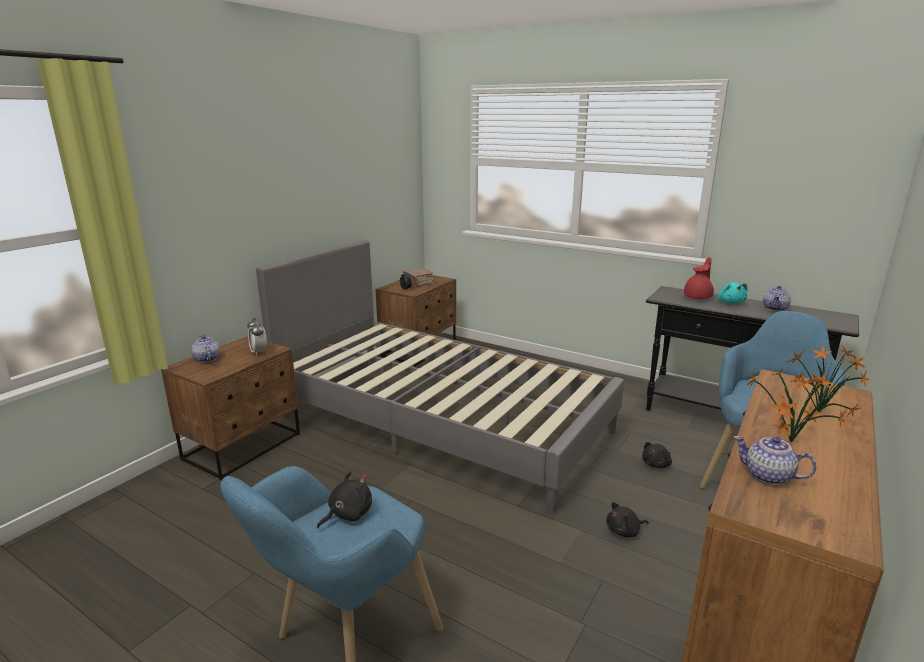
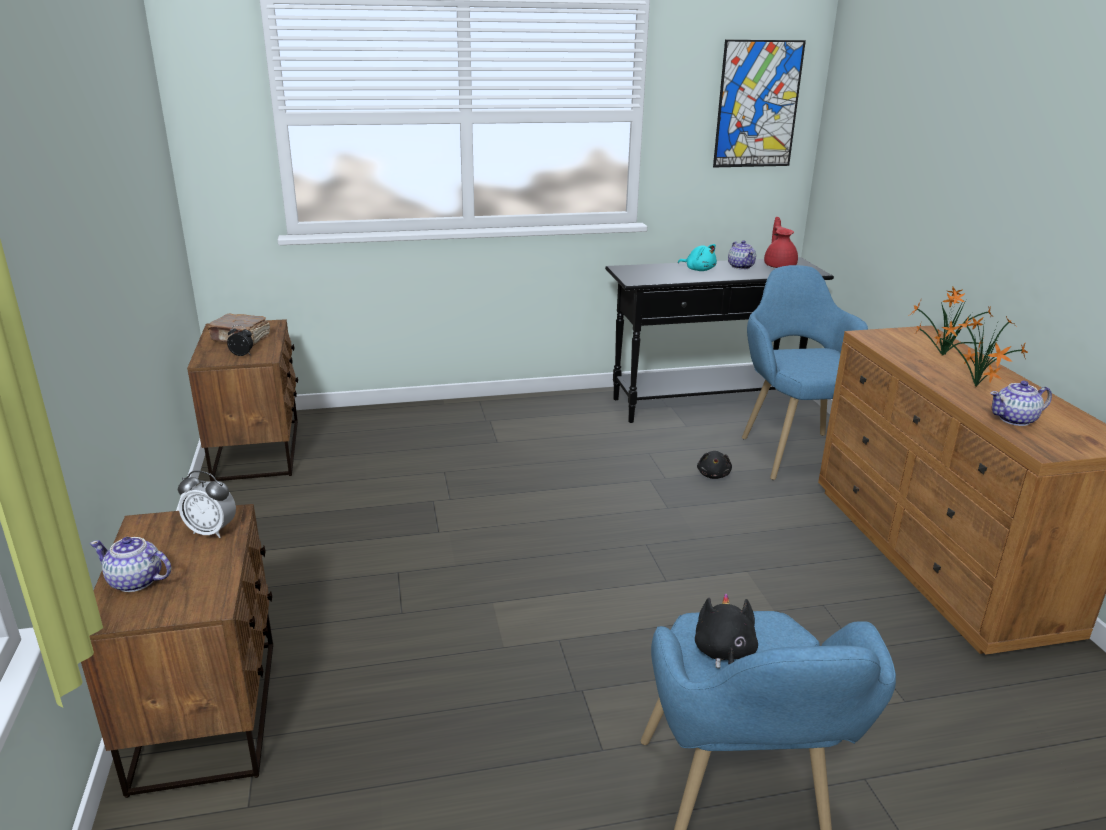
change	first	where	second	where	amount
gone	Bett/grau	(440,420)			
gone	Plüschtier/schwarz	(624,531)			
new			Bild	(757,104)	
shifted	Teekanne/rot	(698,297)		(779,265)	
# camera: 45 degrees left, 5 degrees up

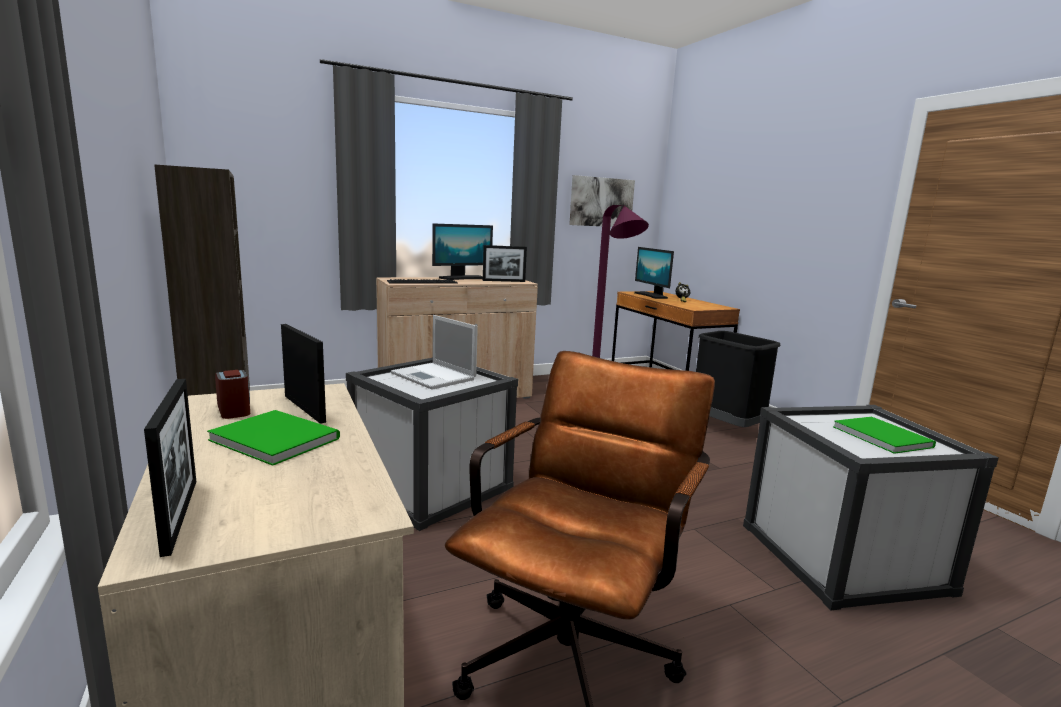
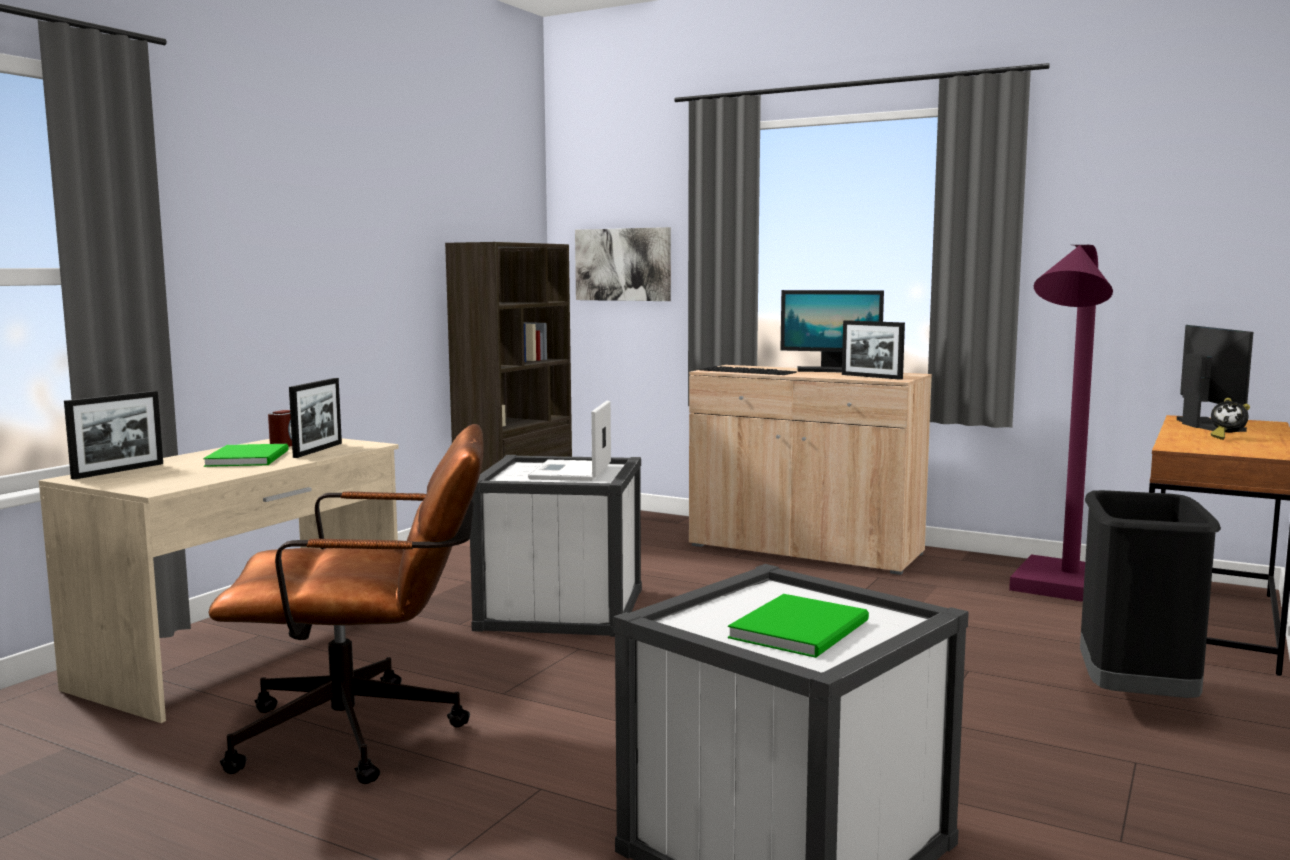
change	first	where	second	where	amount
shifted	Bild	(601,202)		(623,264)	
rotated	Monitor	(651,295)		(1206,425)	150 degrees clockwise
# camera: 55 degrees right, 5 degrees down

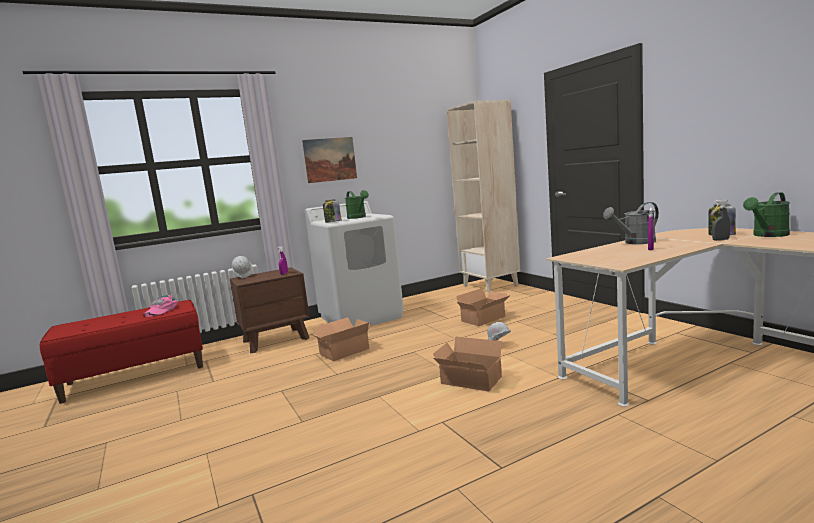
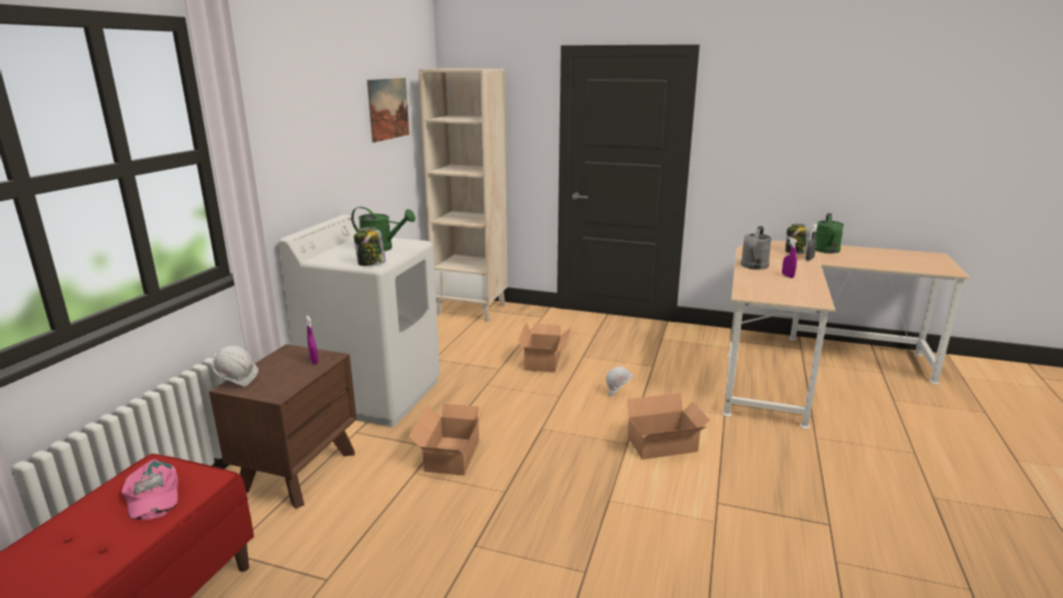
change	first	where	second	where	amount
shifted	Bild	(330,159)		(388,109)	
# camera: 45 degrees left, 10 degrees up

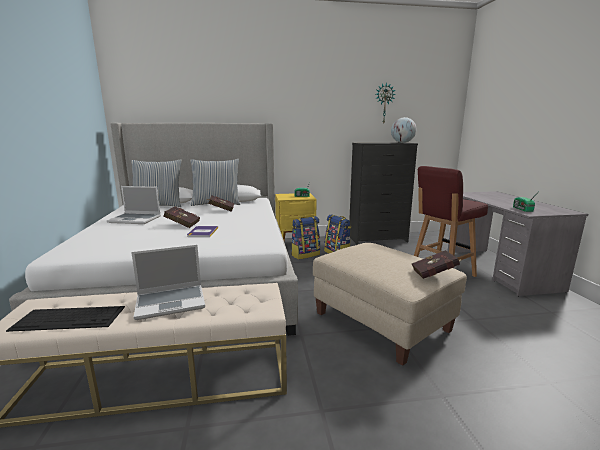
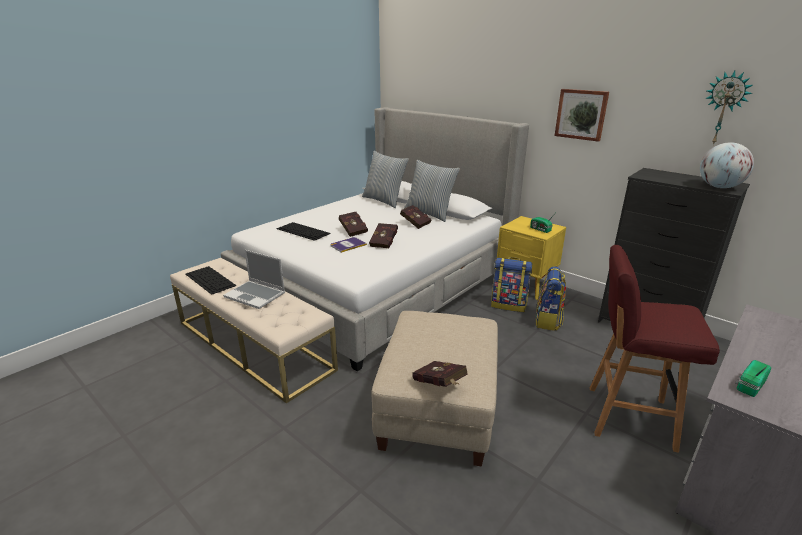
change	first	where	second	where	amount
gone	Laptop	(136,219)			
new			Tastatur	(303,231)	
new			Buch/rot	(384,243)	
new			Bild	(581,114)	
# camera: 50 degrees right, 10 degrees up

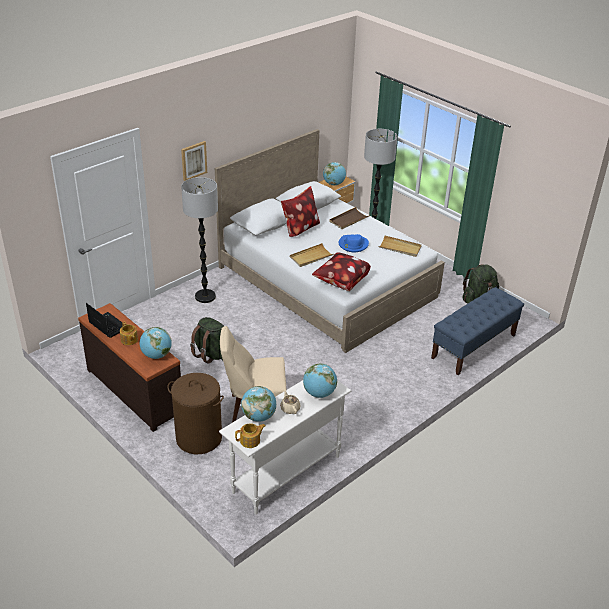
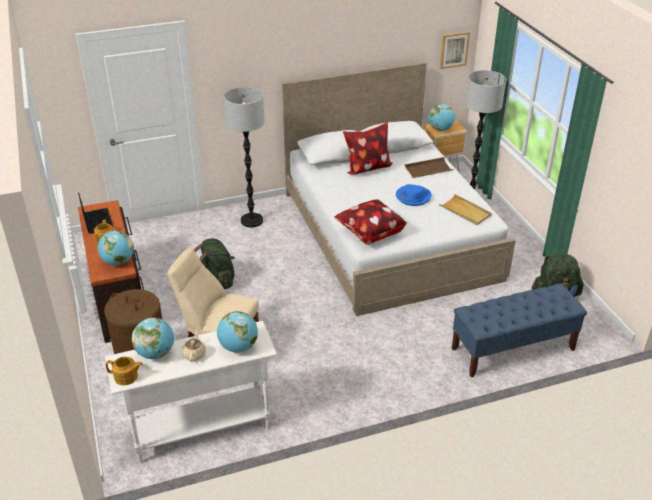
change	first	where	second	where	amount
gone	Tablett/beige	(311,257)			
shifted	Bild	(193,160)		(454,49)	
# camera: 25 degrees right, 0 degrees up

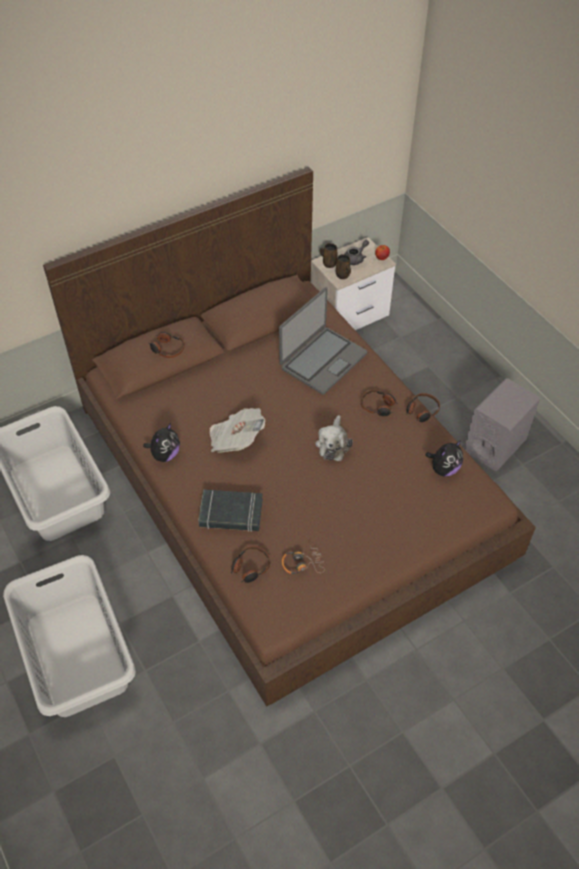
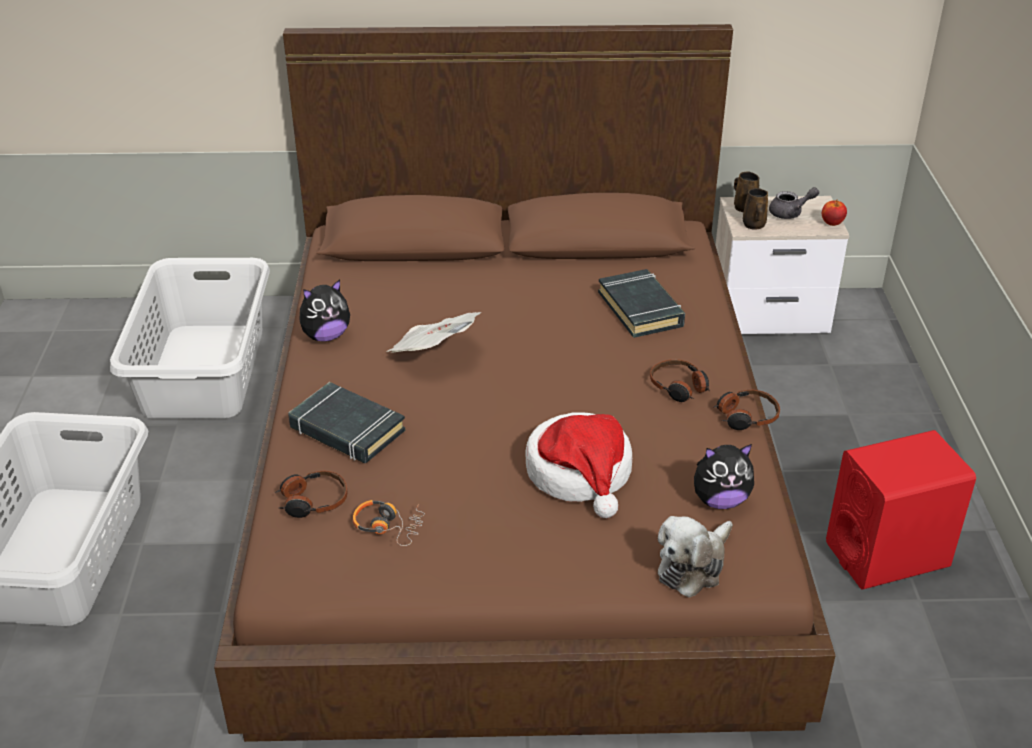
change	first	where	second	where	amount
gone	Kopfhörer	(167,349)			
new			Hut	(580,473)	
shifted	Plüschtier	(333,444)		(693,566)	
swapped	Laptop	(322,360)	Buch/schwarz	(641,309)	
repainted	Lautsprecher/grau	(495,445)	Lautsprecher/rot	(887,554)	
# camera: 30 degrees right, 15 degrees down

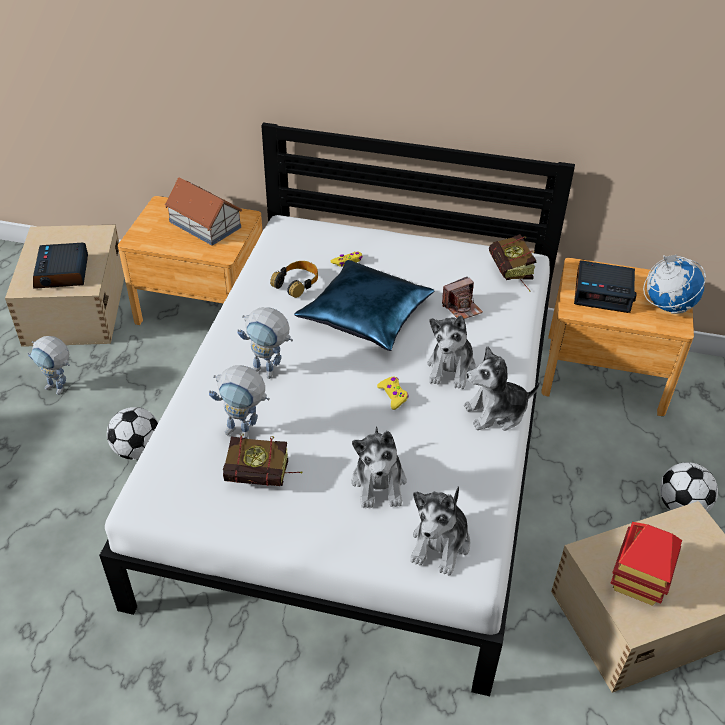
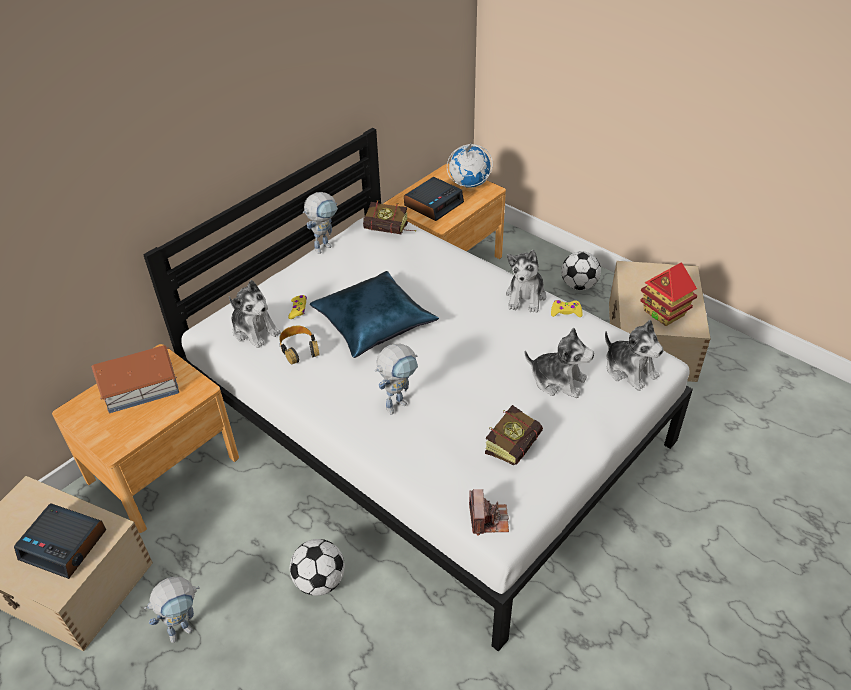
change	first	where	second	where	amount
shifted	Spielzeugroboter	(245,432)		(325,245)	
shifted	Gamepad/gelb	(393,395)		(565,312)	
shifted	Plüschtier	(451,368)		(255,330)	
shifted	Kamera	(462,308)		(488,519)	
# camera: 60 degrees left, 0 degrees up

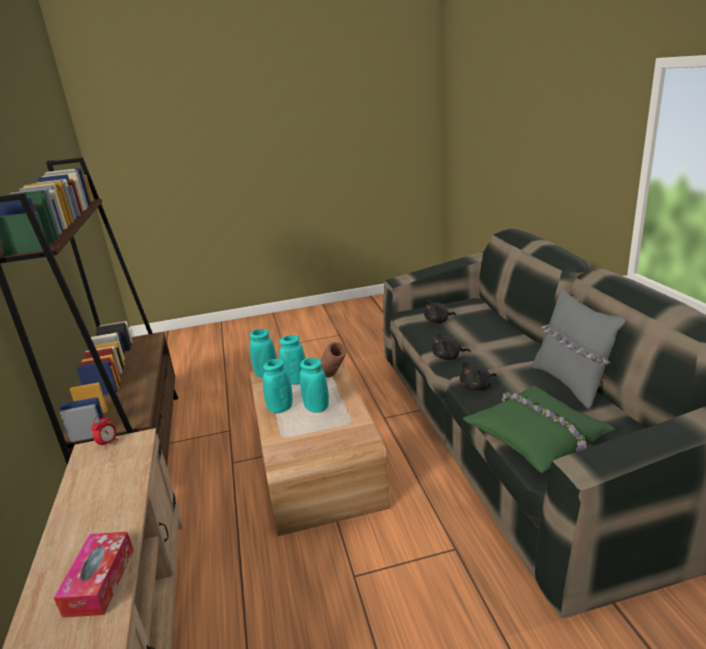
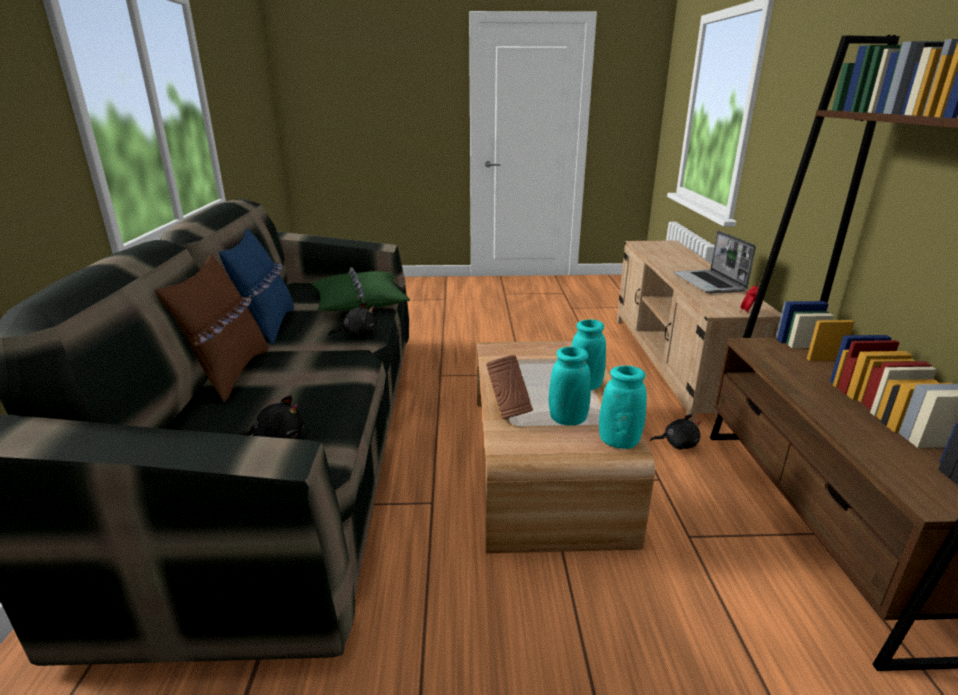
change	first	where	second	where	amount
gone	Taschentuchbox	(100,581)			
gone	Vase/türkis	(316,408)			
new			Kissen/braun	(229,373)	
new			Laptop	(709,283)	
shifted	Plüschtier/schwarz	(448,357)		(677,444)	
repainted	Kissen/grau	(571,383)	Kissen/blau	(268,326)	
# camera: 170 degrees left, 0 degrees up

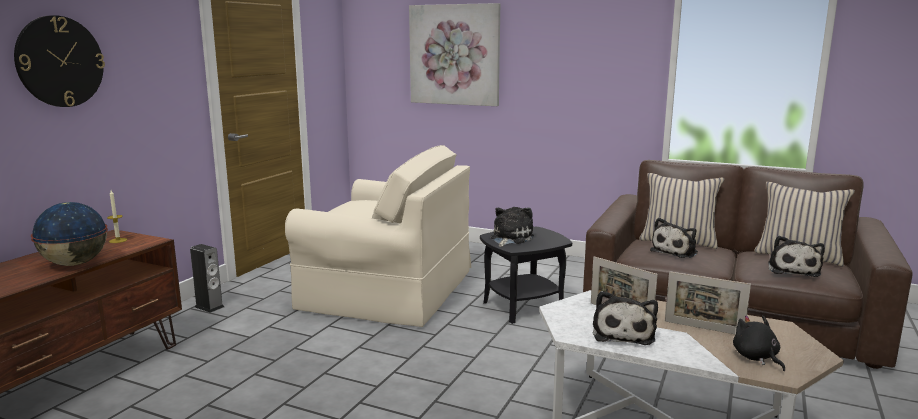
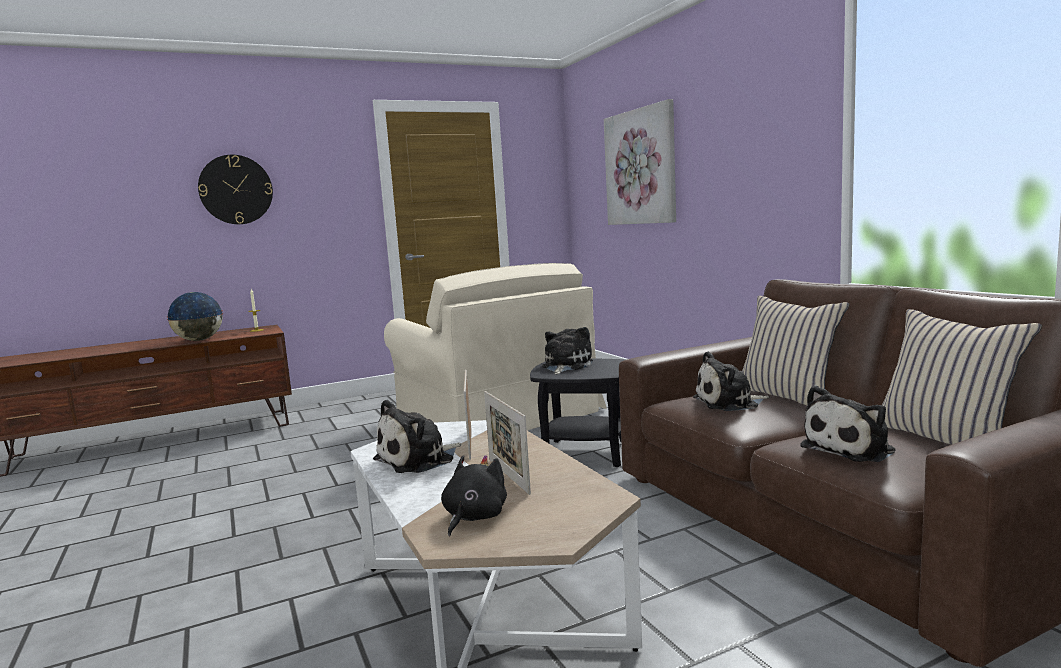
change	first	where	second	where	amount
gone	Lautsprecher	(209,307)			
rotated	Plüschtier	(510,238)		(565,366)	45 degrees counterclockwise
# camera: 40 degrees right, 5 degrees down

